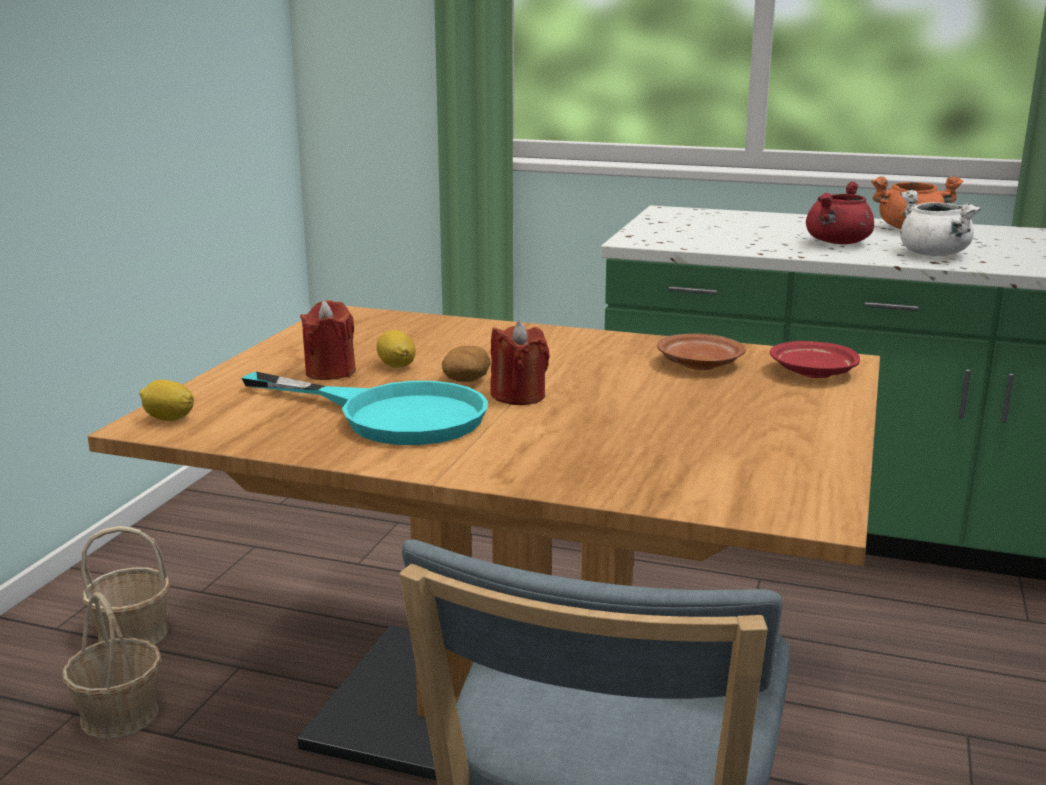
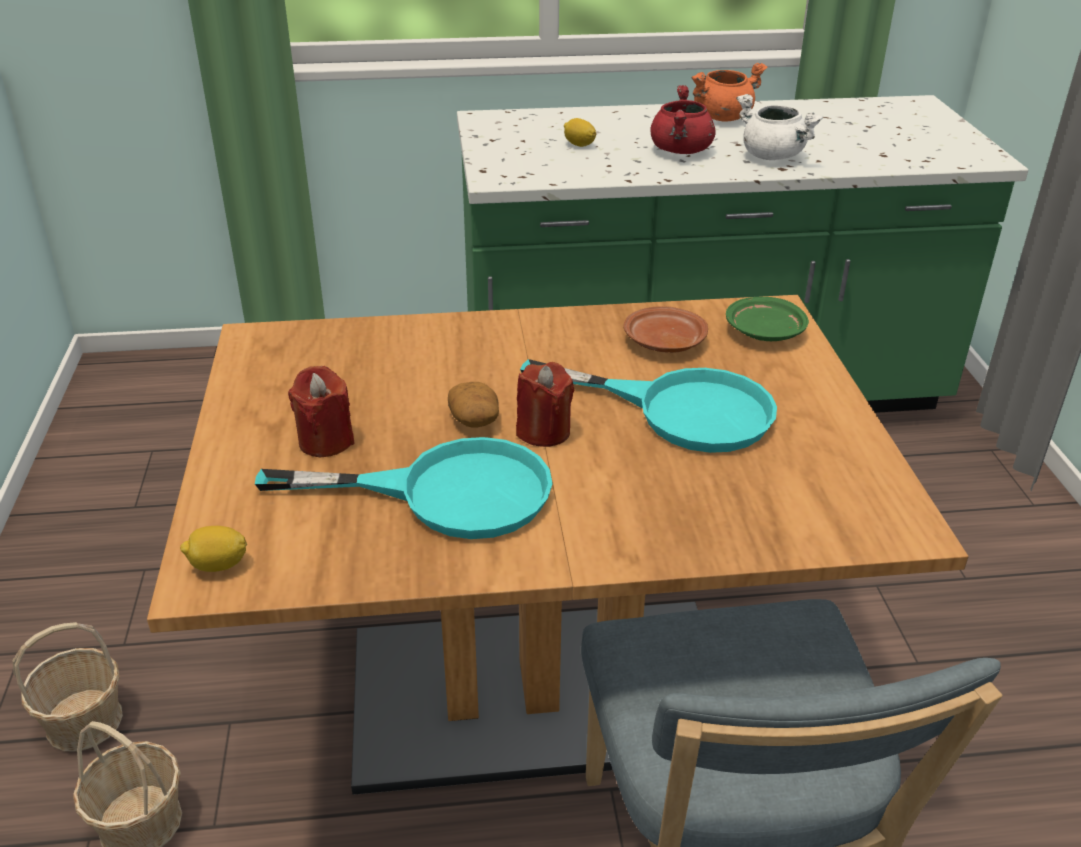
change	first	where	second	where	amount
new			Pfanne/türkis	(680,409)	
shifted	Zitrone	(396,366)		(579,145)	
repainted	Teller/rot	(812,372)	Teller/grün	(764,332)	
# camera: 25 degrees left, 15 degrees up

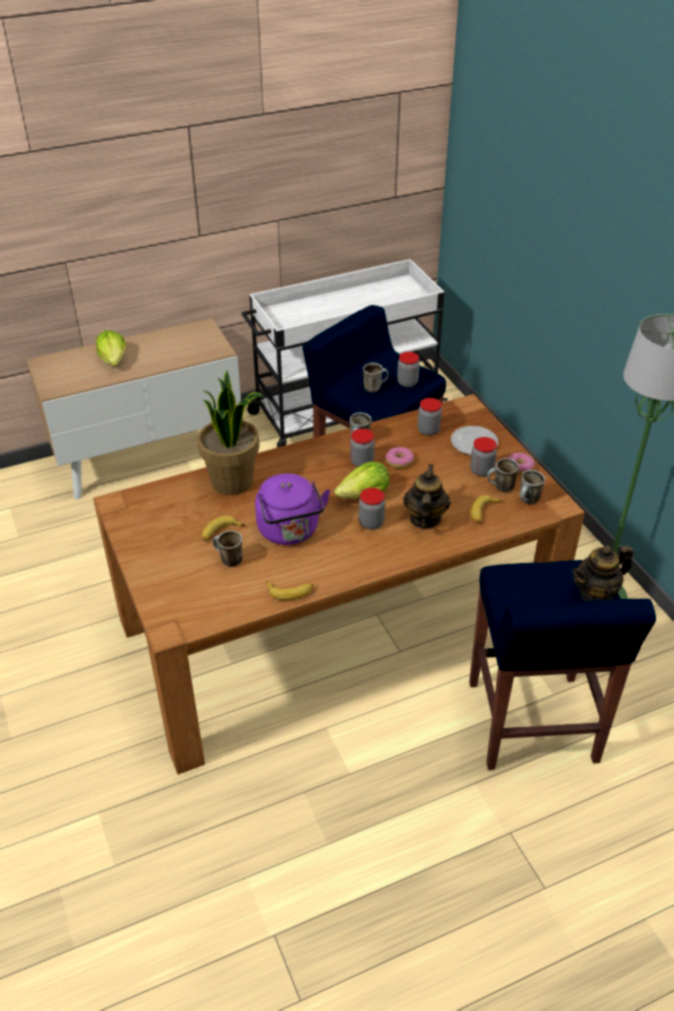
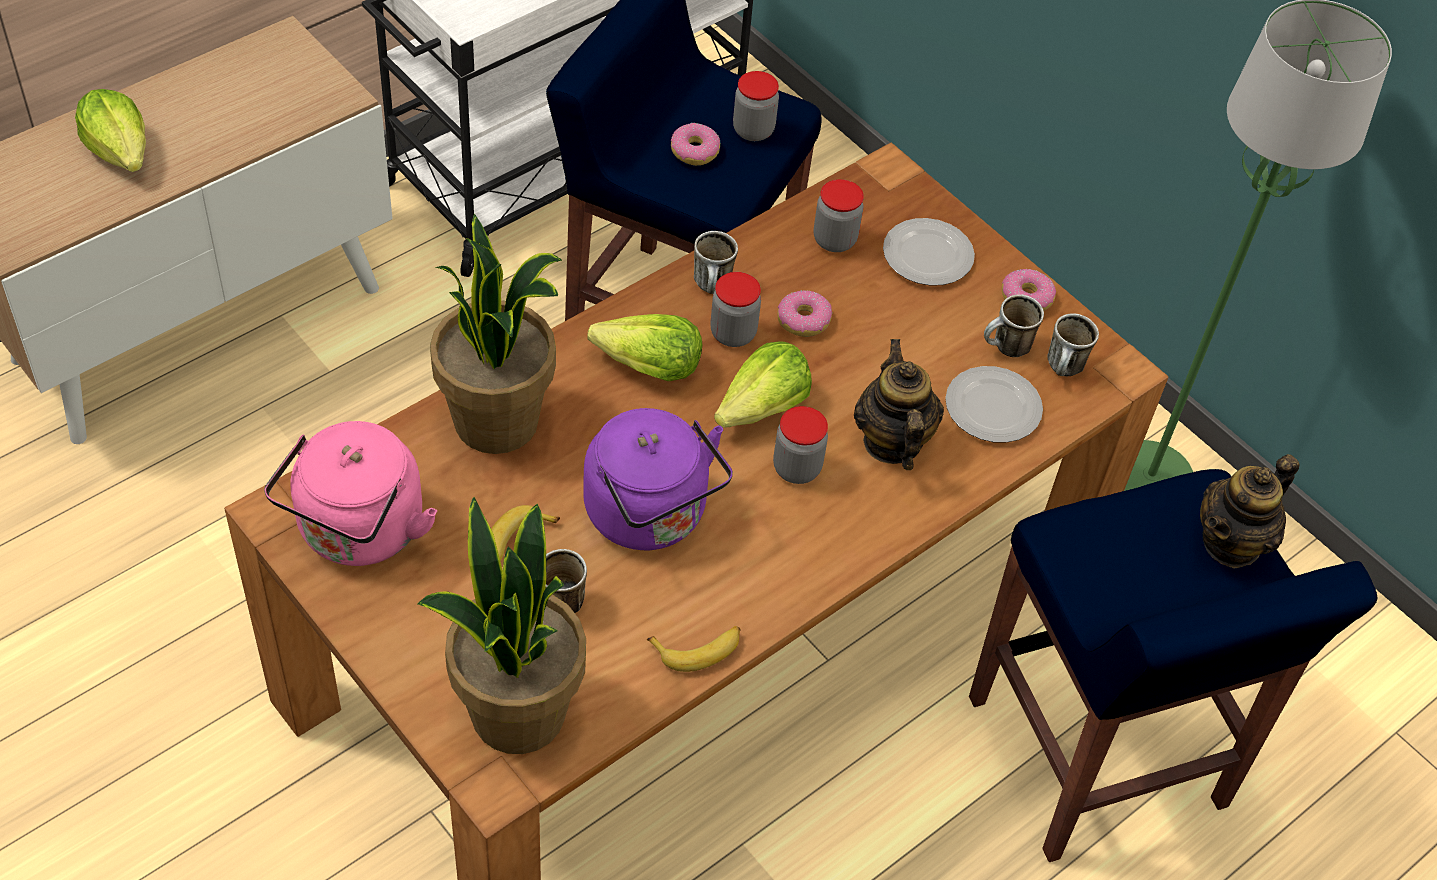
change	first	where	second	where	amount
gone	Vorratsglas	(481,470)			
new			Wasserkessel/rosa	(358,533)	
new			Topfpflanze	(516,712)	
new			Salatkopf	(648,367)	
swapped	Henkelbecher	(375,387)	Donut	(694,151)	
swapped	Banane	(483,512)	Teller	(993,409)	
# camera: 20 degrees left, 10 degrees up

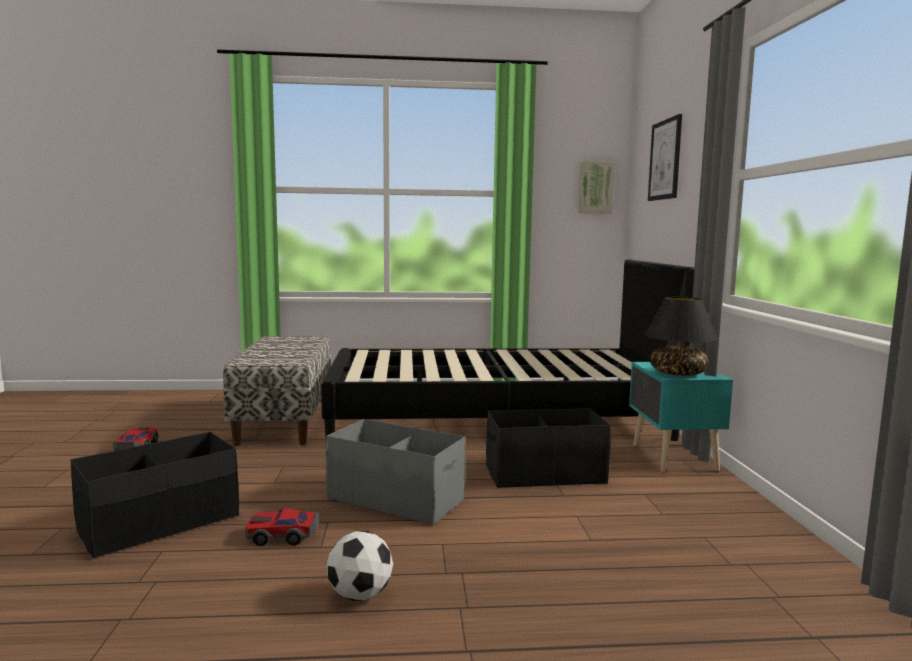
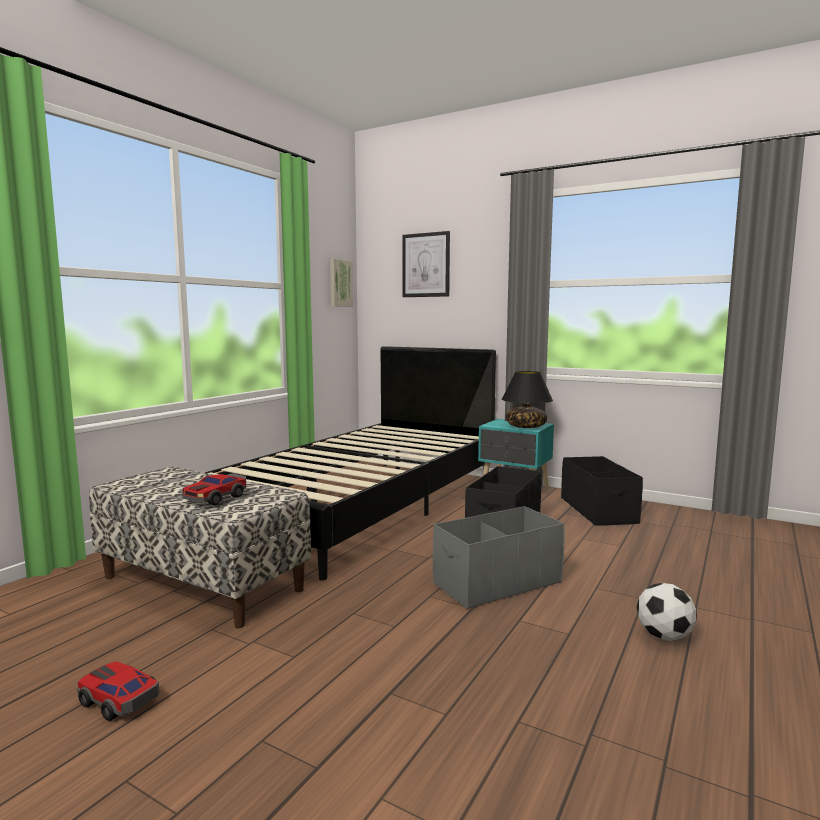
change	first	where	second	where	amount
shifted	Aufbewahrungsbox/schwarz	(160,523)		(598,510)	
shifted	Spielzeugauto	(282,536)		(216,498)	
# camera: 55 degrees left, 0 degrees up

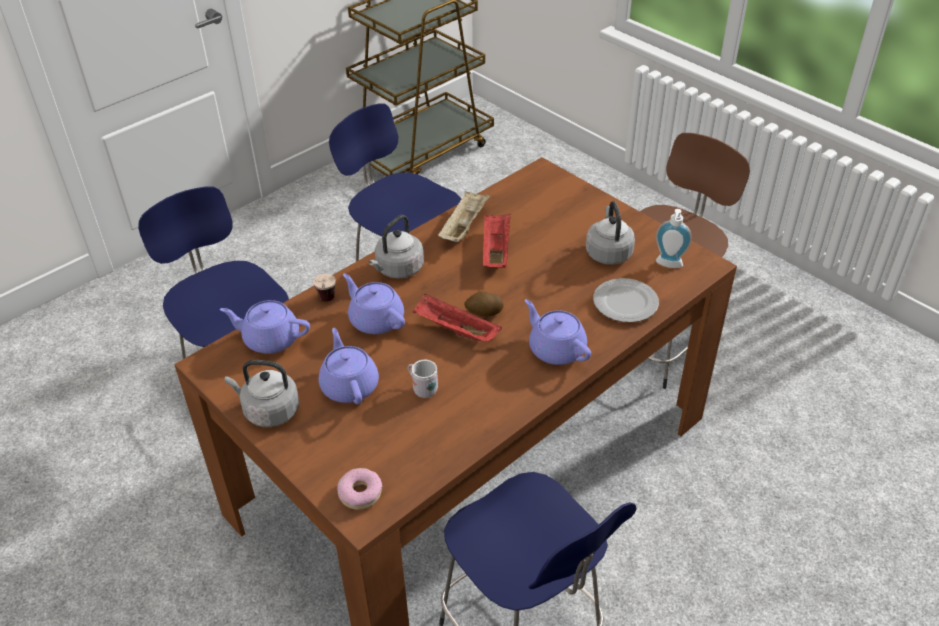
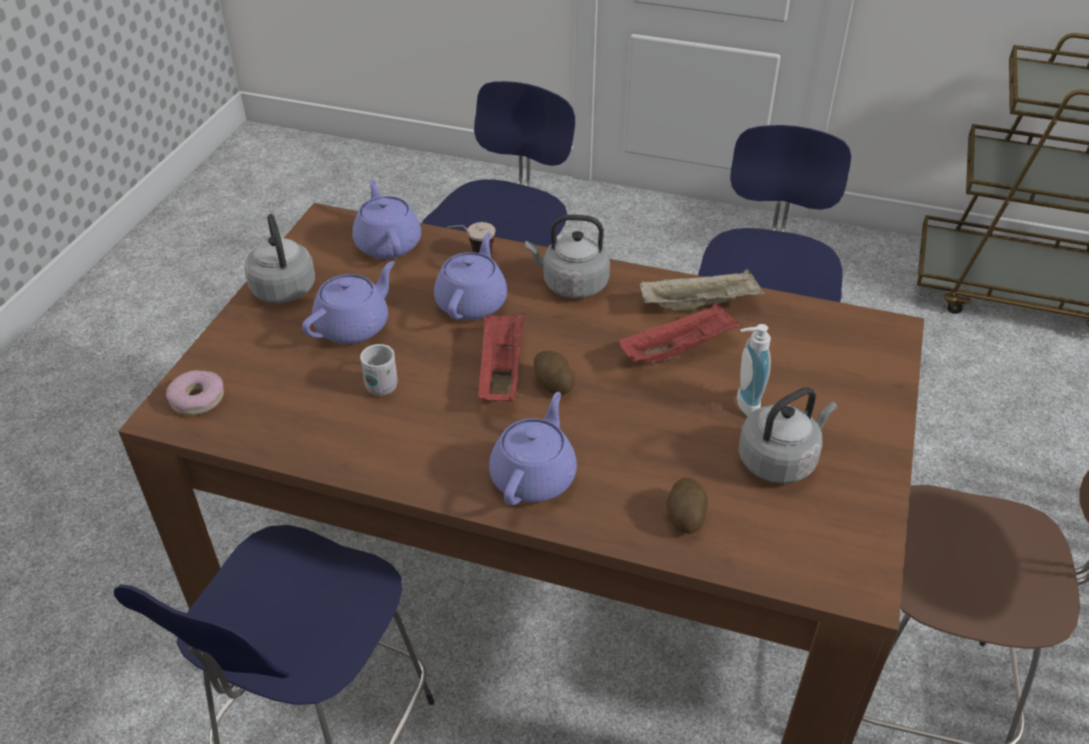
change	first	where	second	where	amount
shifted	Seifenspender	(668,265)		(743,405)	
swapped	Teller	(625,303)	Kartoffel	(685,516)	
# camera: 60 degrees right, 0 degrees up

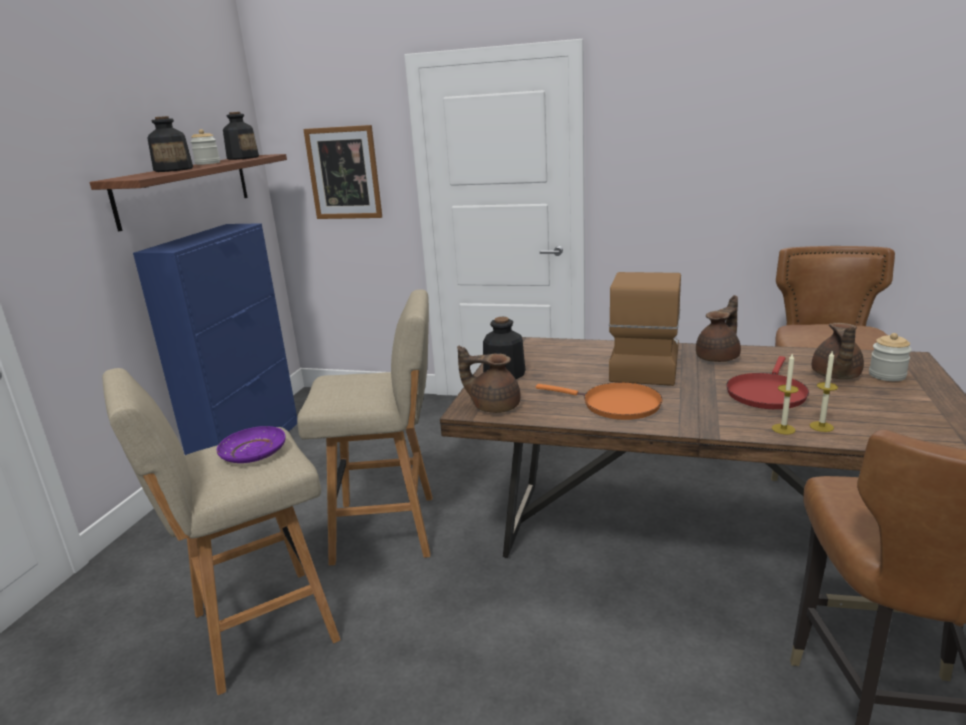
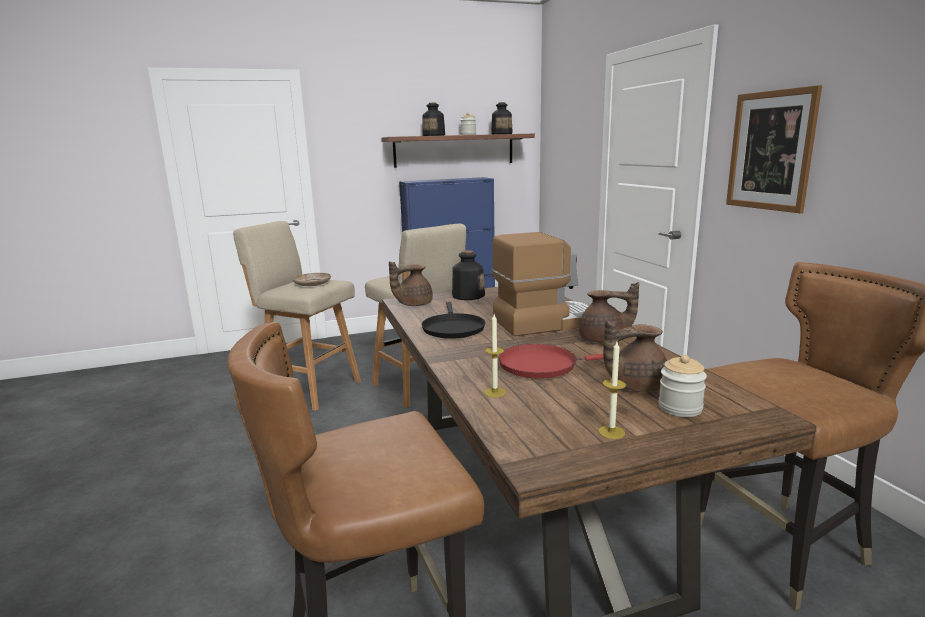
change	first	where	second	where	amount
shifted	Bild	(344,173)		(770,151)	
shifted	Kerze	(783,429)		(611,432)	
repainted	Teller/lila	(254,453)	Teller/beige	(312,284)	
repainted	Pfanne/orange	(616,405)	Pfanne/schwarz	(452,328)	
rotated	Teekanne/braun	(494,406)		(413,304)	105 degrees counterclockwise
# camera: 55 degrees right, 5 degrees down

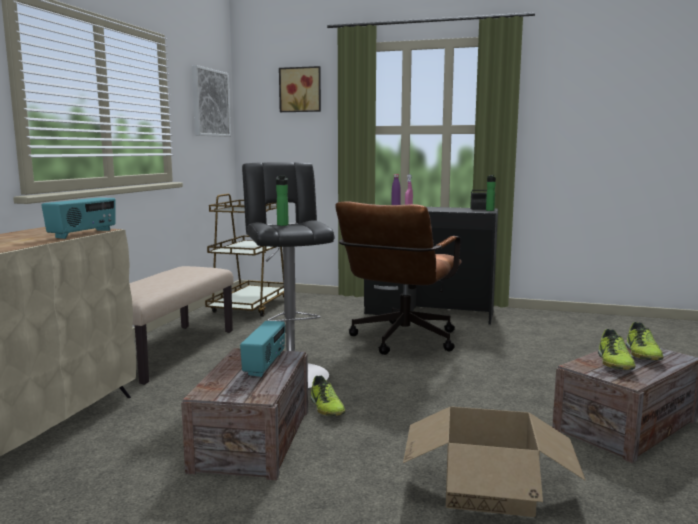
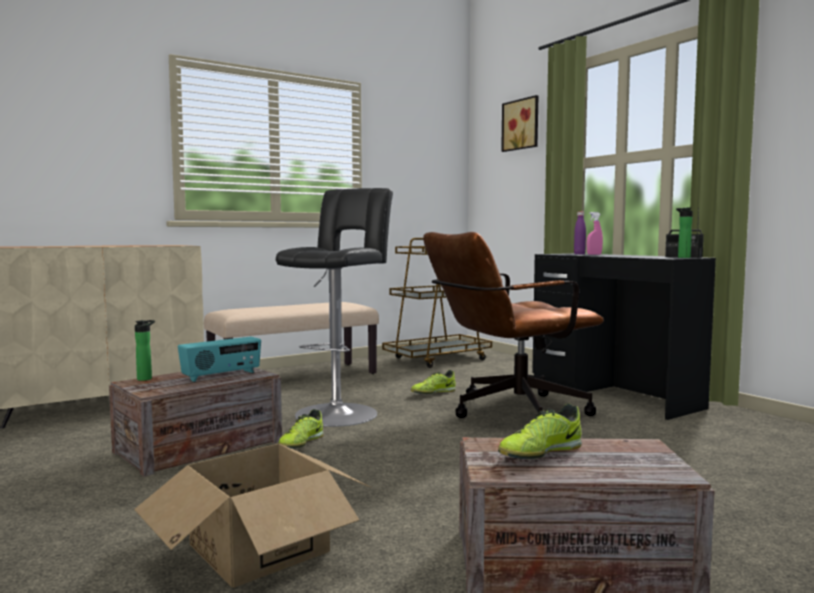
change	first	where	second	where	amount
gone	Radio	(83,234)			
gone	Bild	(210,103)			
shifted	Flasche	(282,225)		(146,378)	
shifted	Schuh	(642,355)		(433,393)	
# camera: 40 degrees right, 5 degrees down

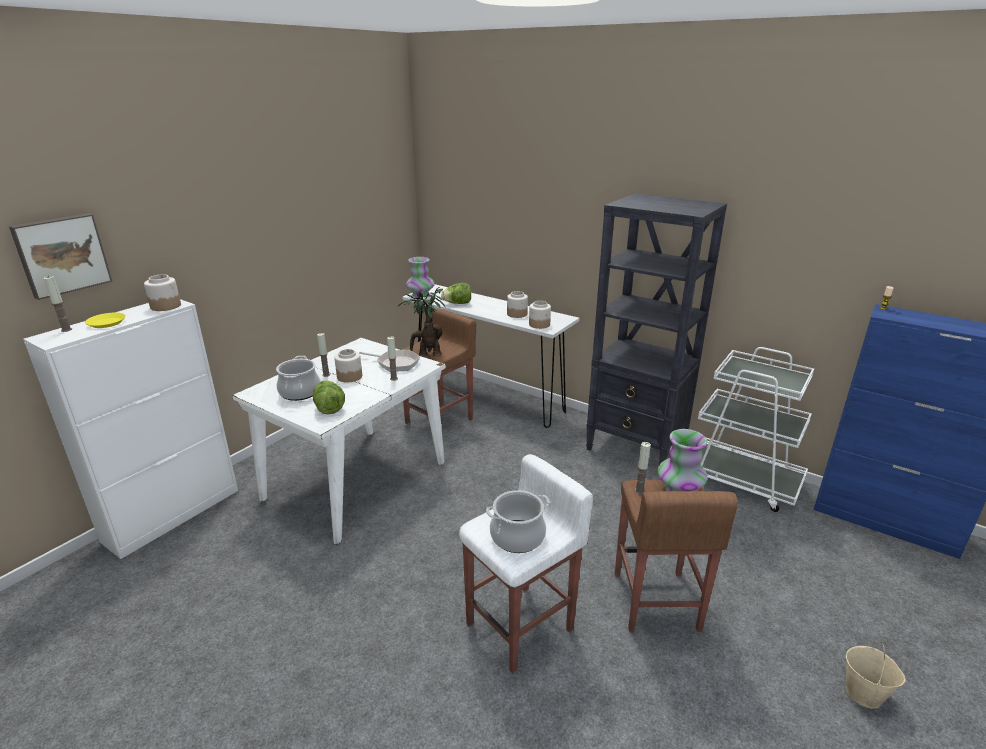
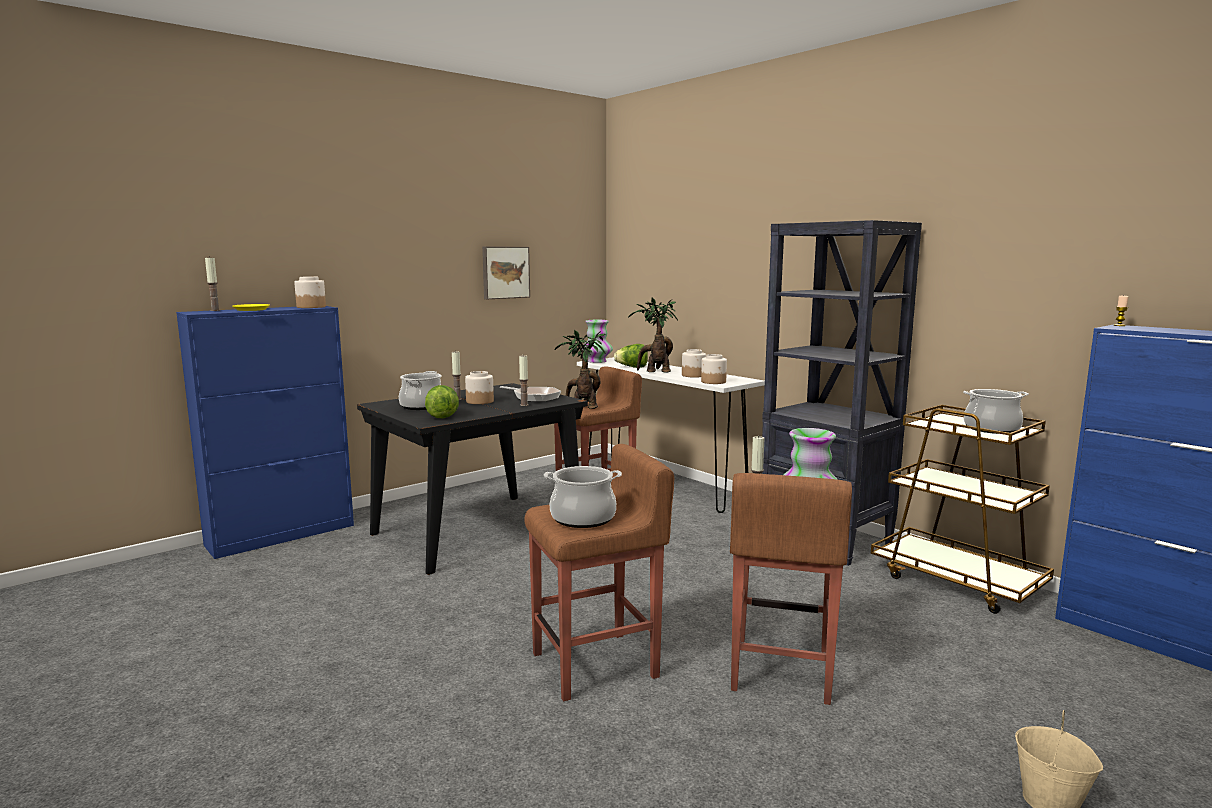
change	first	where	second	where	amount
new			Topfpflanze	(655,372)	
new			Kochtopf	(991,428)	
shifted	Bild	(61,255)		(505,272)	
repainted	Schrank/weiß	(174,514)	Schrank/blau	(282,535)	
repainted	Esstisch/weiß	(357,479)	Esstisch/schwarz	(479,530)	
repainted	Hocker/weiß	(521,626)	Hocker/braun	(597,665)	
repainted	Rollwagen/weiß	(740,481)	Rollwagen/braun	(957,581)	
# camera: 15 degrees right, 15 degrees down

